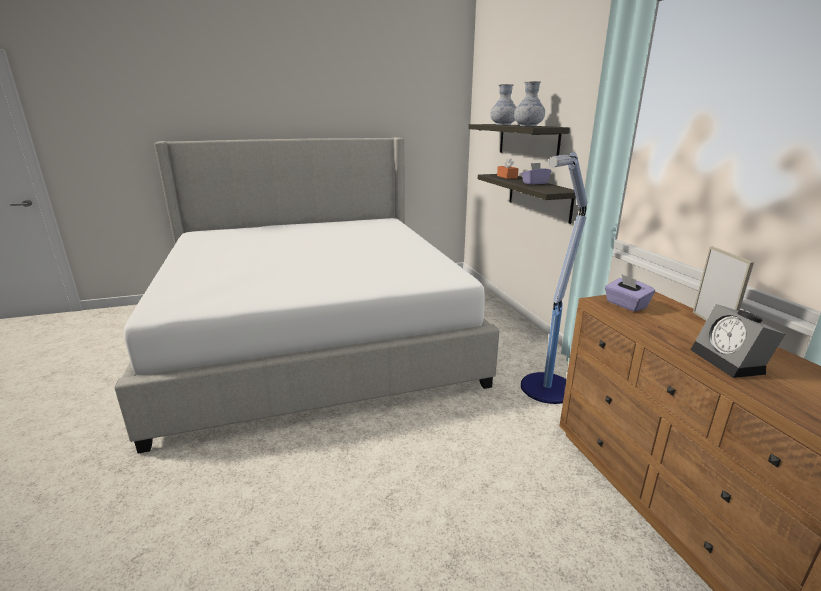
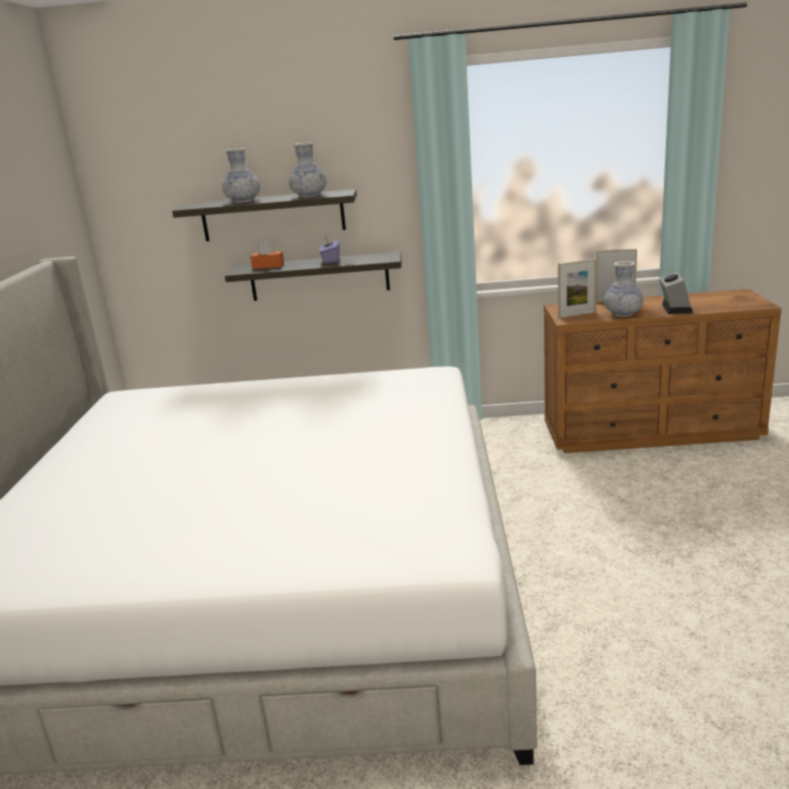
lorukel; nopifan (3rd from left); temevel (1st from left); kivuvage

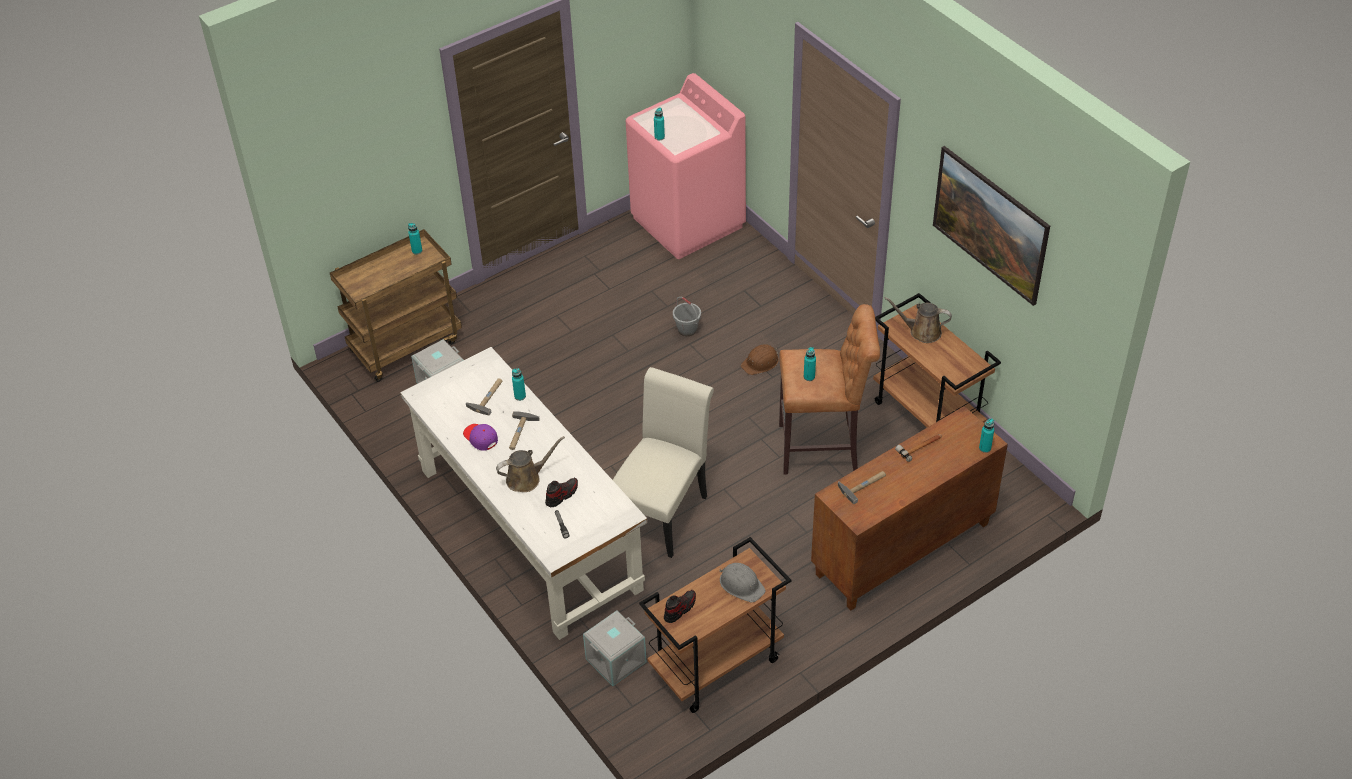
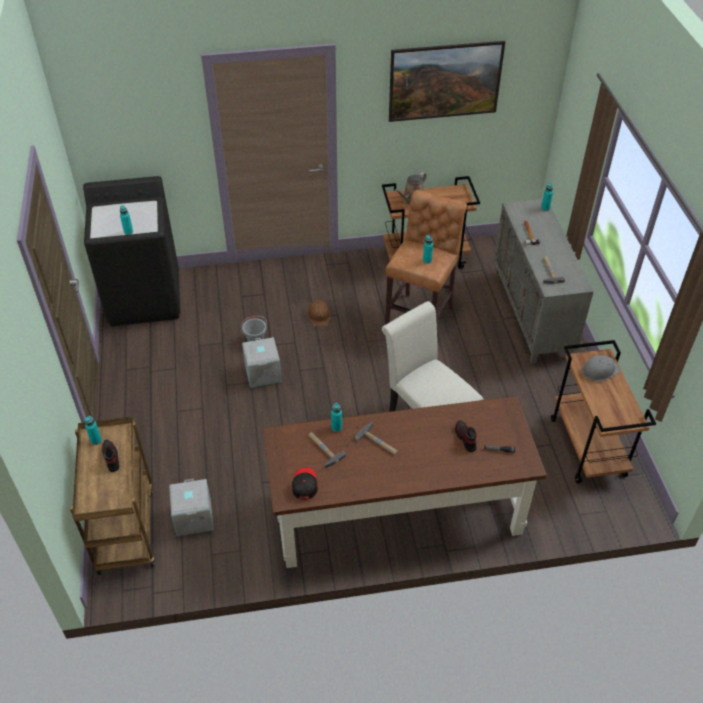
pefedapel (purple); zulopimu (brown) (1st from left in the first image); pefedapel (black); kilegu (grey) (2nd from left); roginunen (1st from left); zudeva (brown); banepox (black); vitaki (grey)

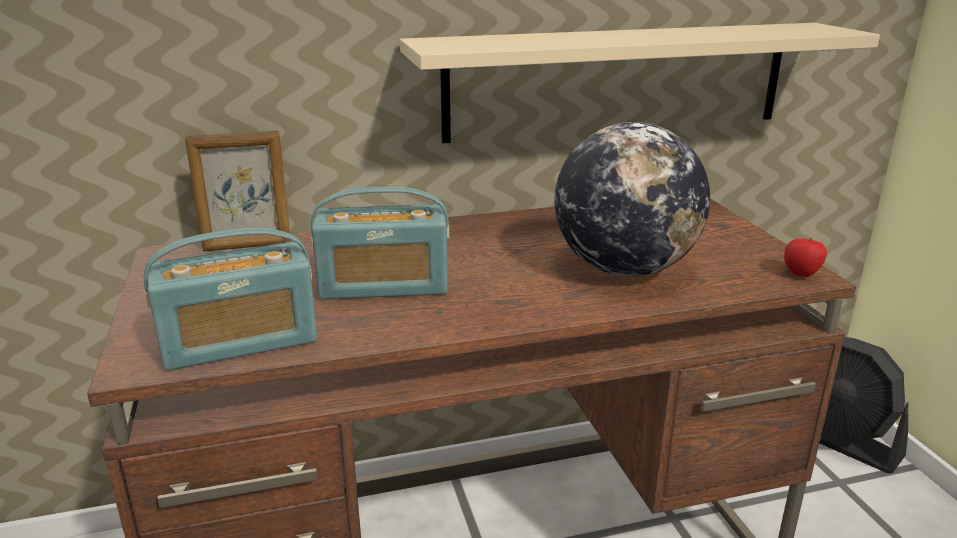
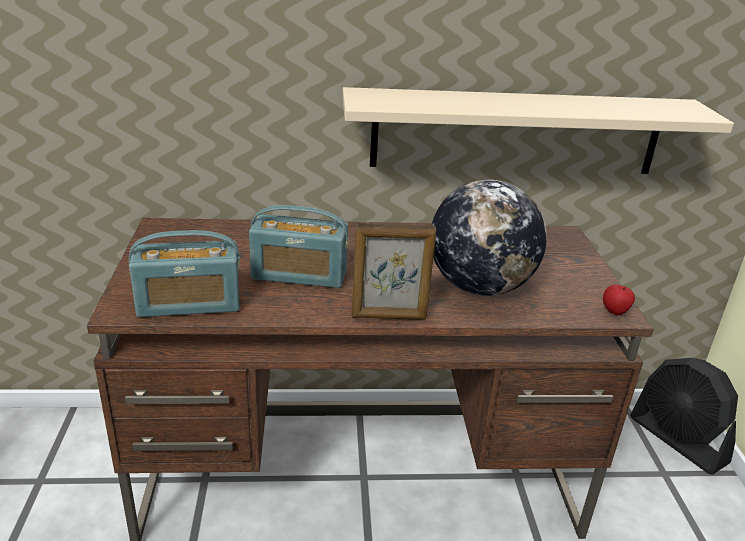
temevel

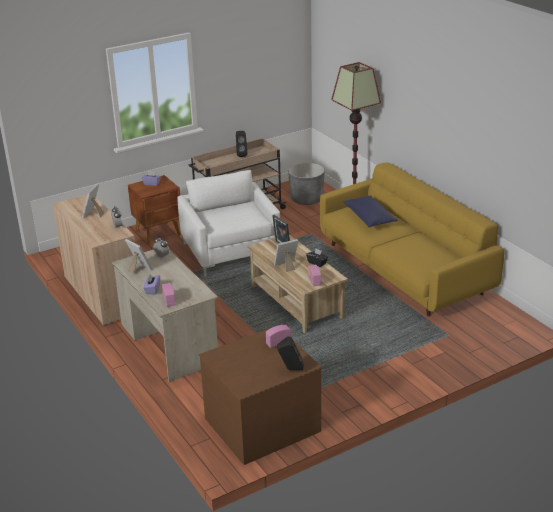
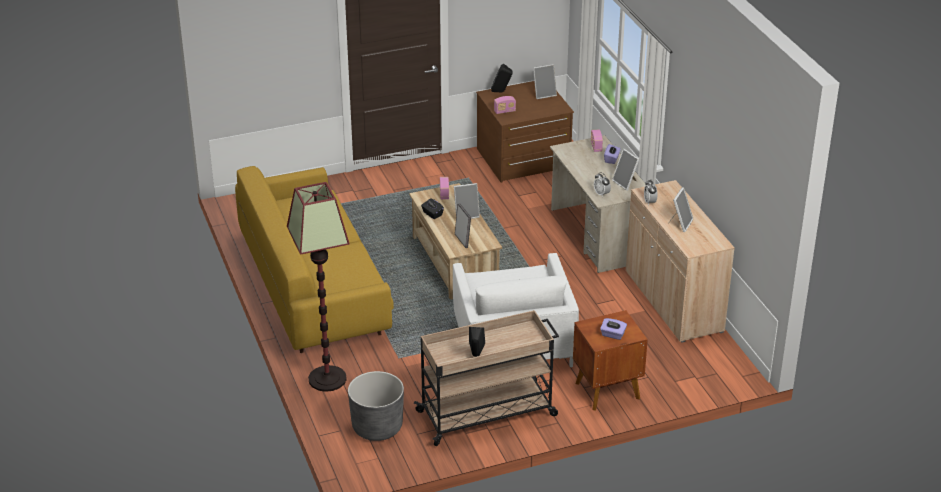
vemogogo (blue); temevel (3rd from left)

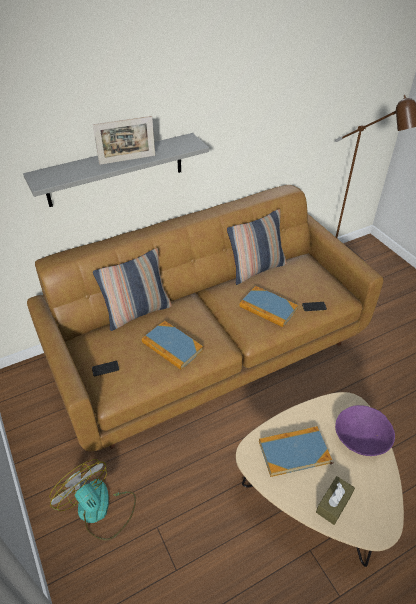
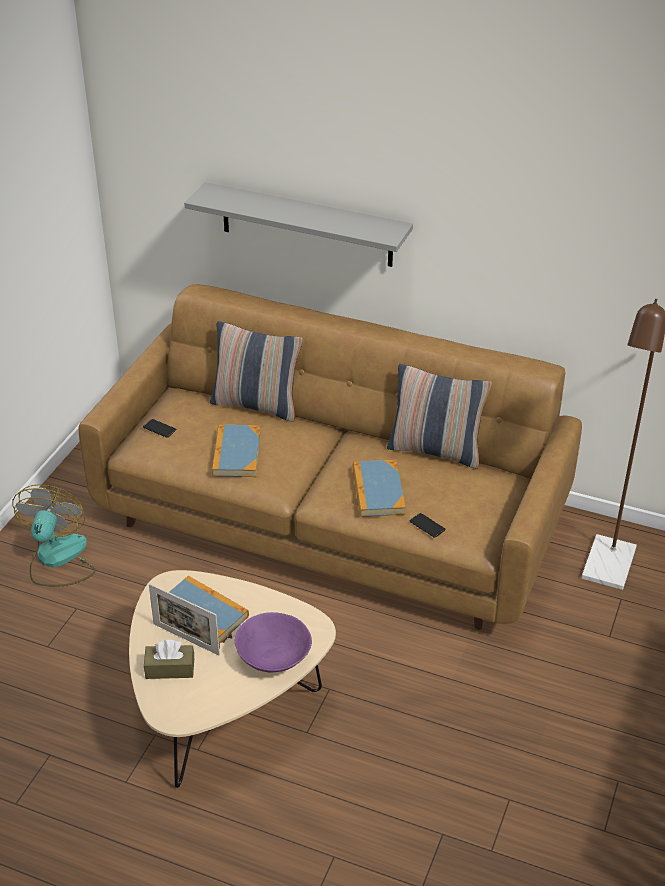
temevel

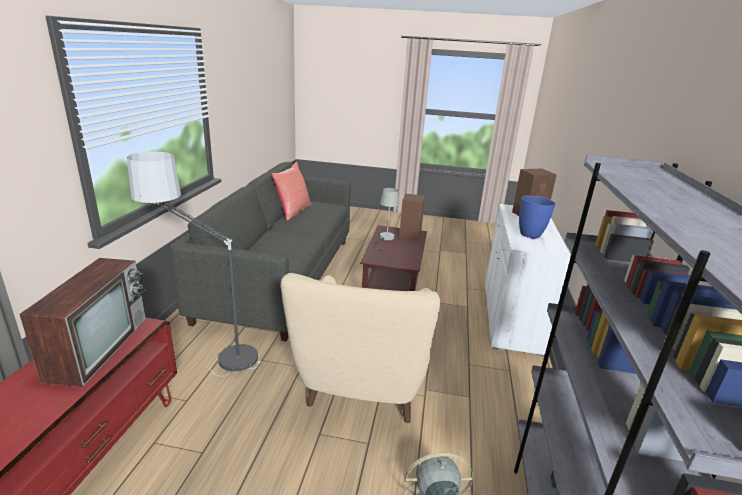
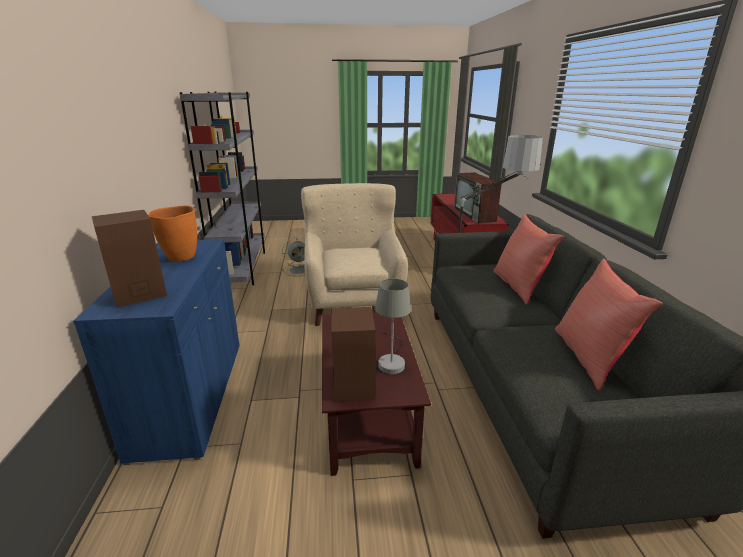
vemogogo (red) (1st from left); vitaki (blue); nopifan (orange)

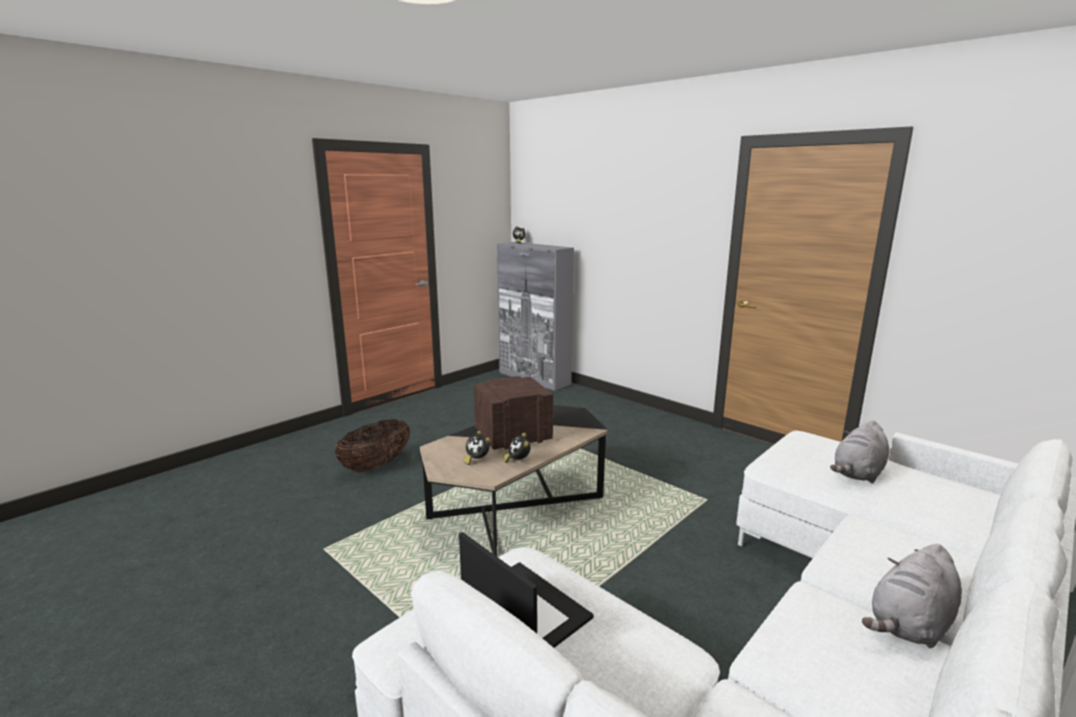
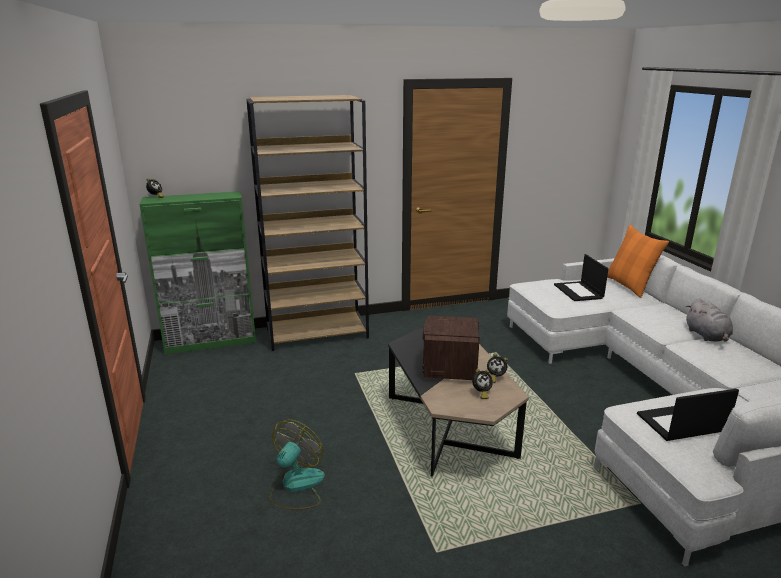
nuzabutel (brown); vemogogo (orange); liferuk; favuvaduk (1st from left); vitaki (green)

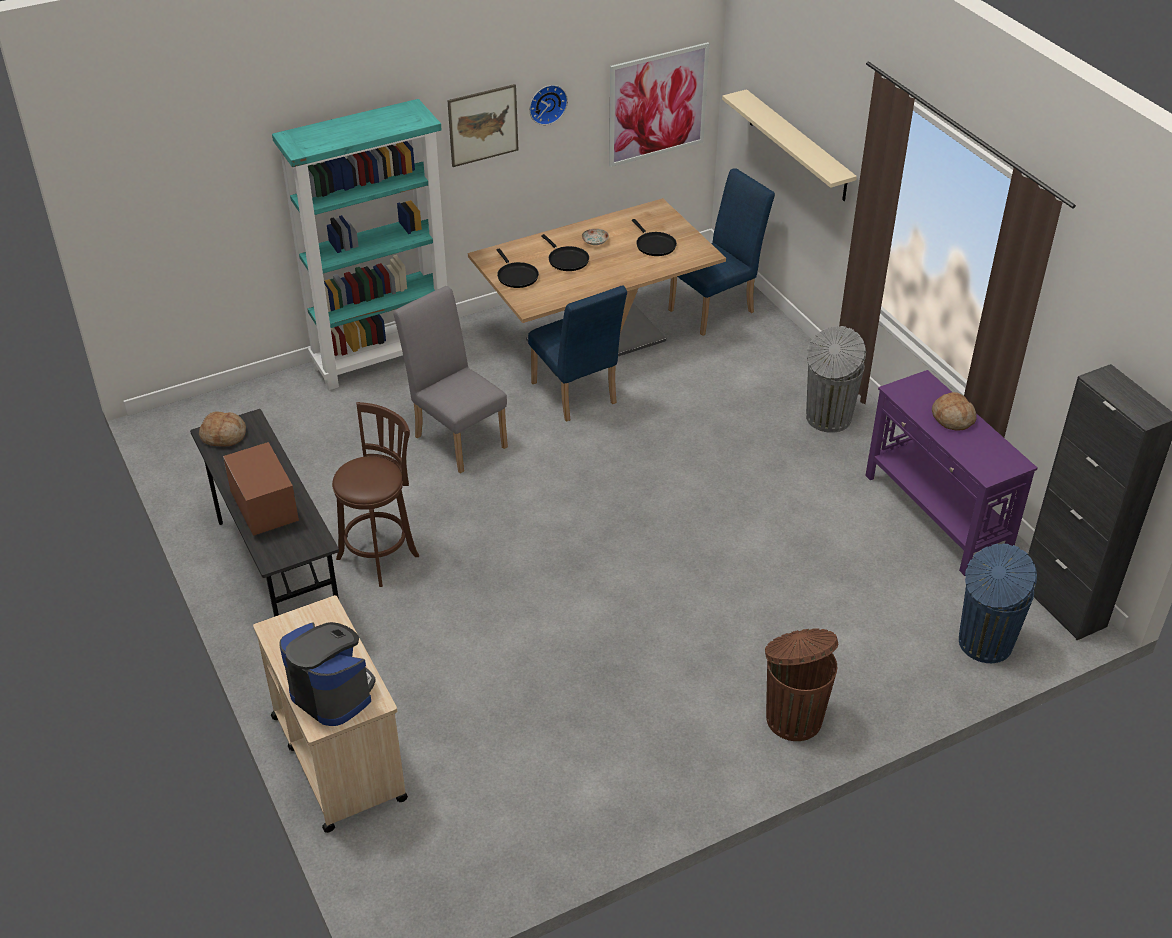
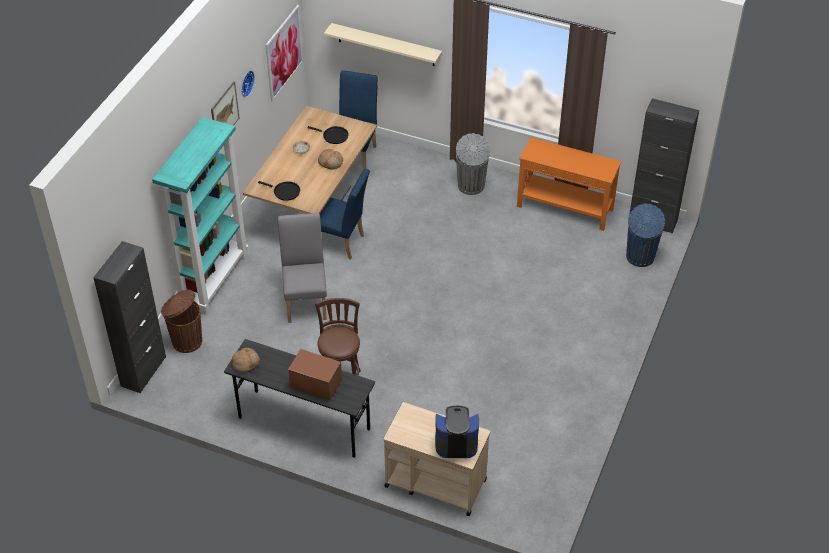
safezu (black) (2nd from left in the first image); vitaki (black) (1st from left); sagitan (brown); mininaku (2nd from left); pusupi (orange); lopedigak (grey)

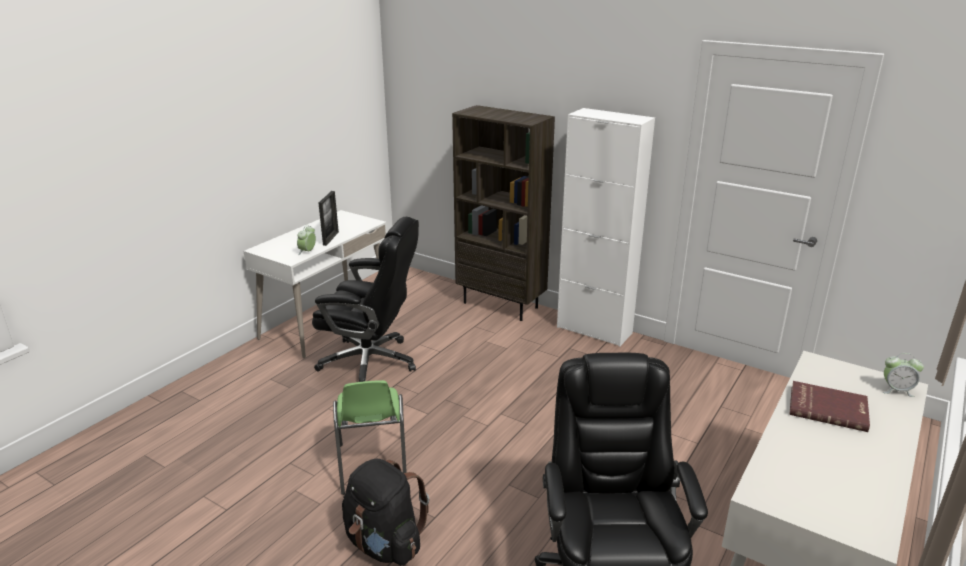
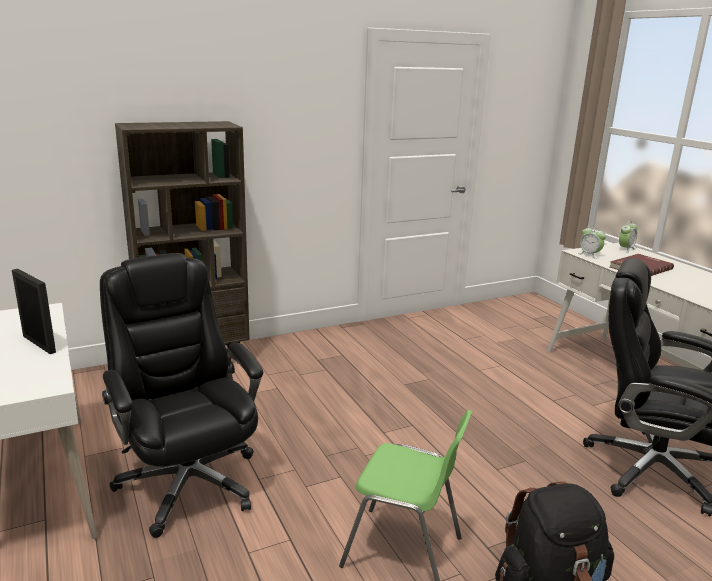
vitaki (white); kivuvage (1st from left); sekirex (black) (1st from left)

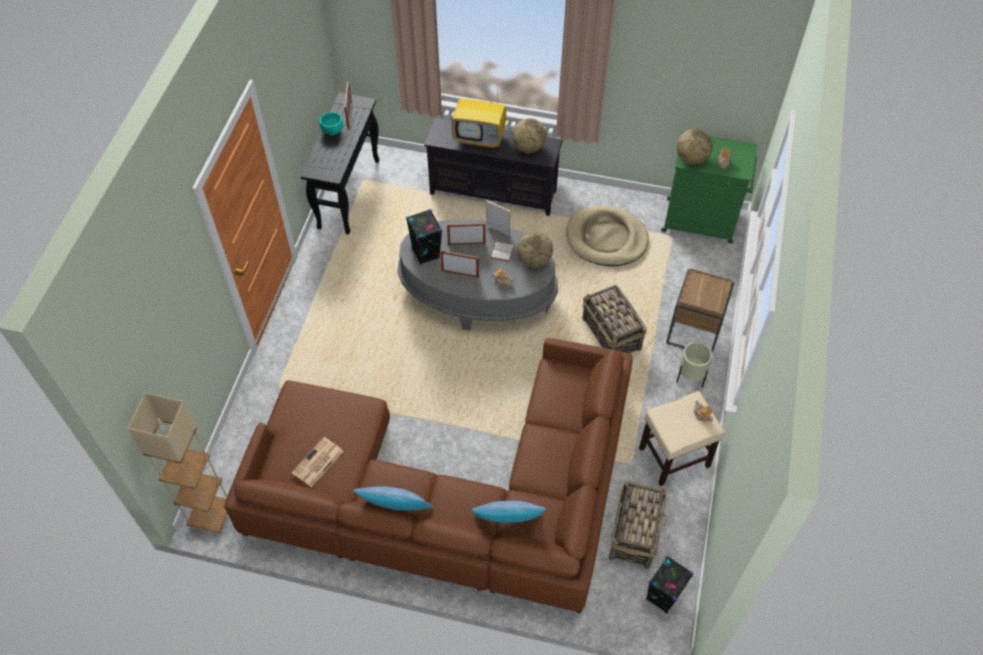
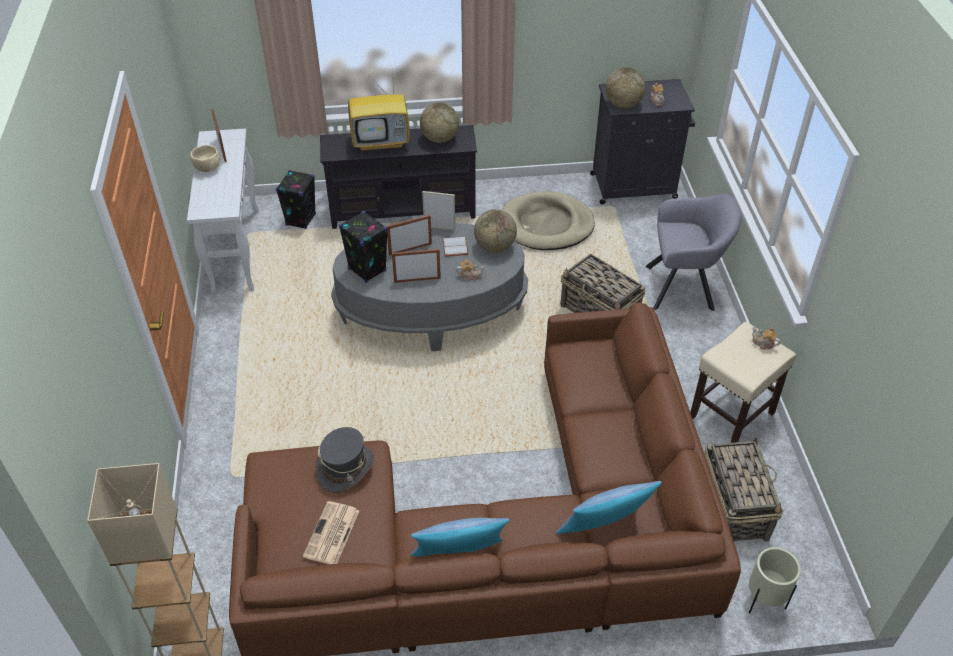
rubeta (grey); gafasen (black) (1st from left); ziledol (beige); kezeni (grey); pusupi (white); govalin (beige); vitaki (black)

